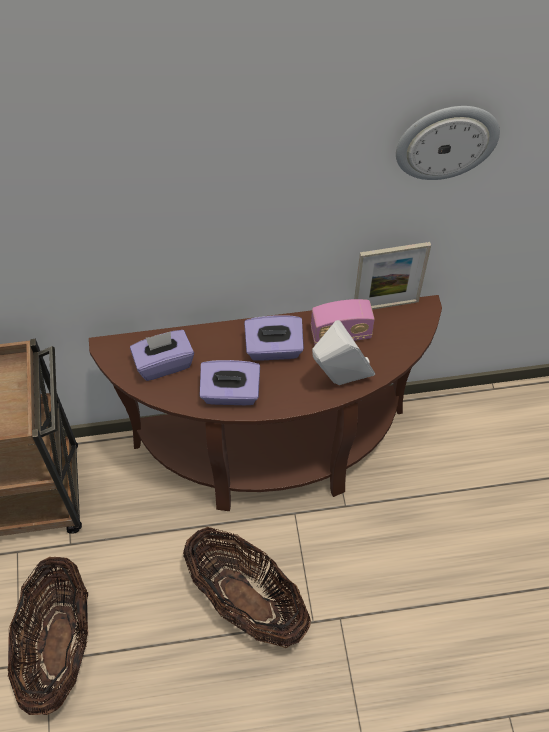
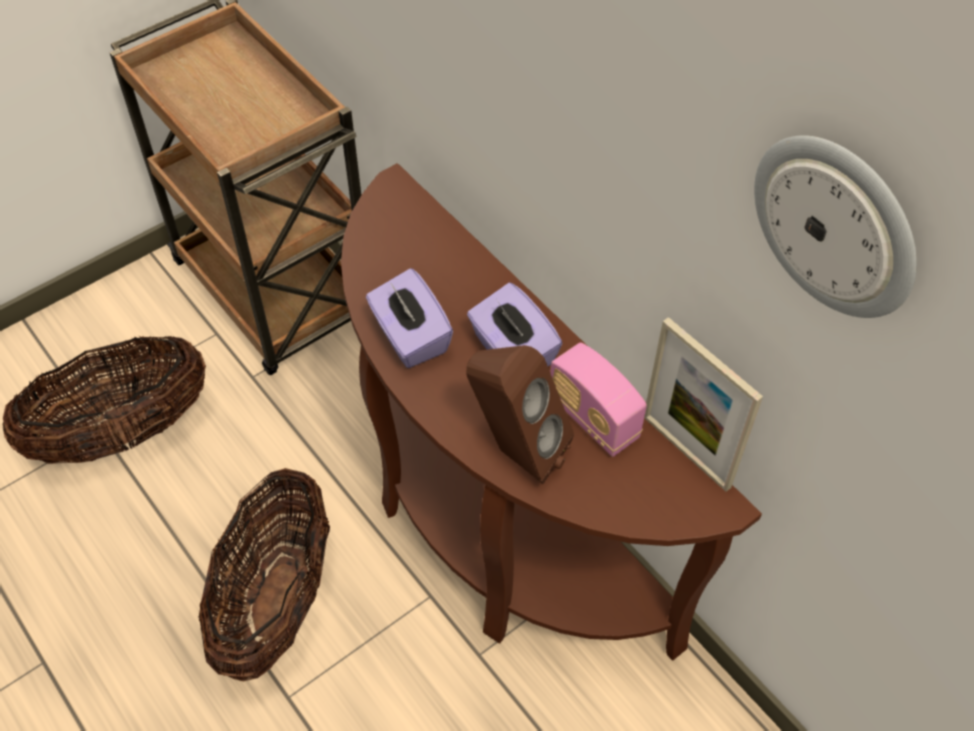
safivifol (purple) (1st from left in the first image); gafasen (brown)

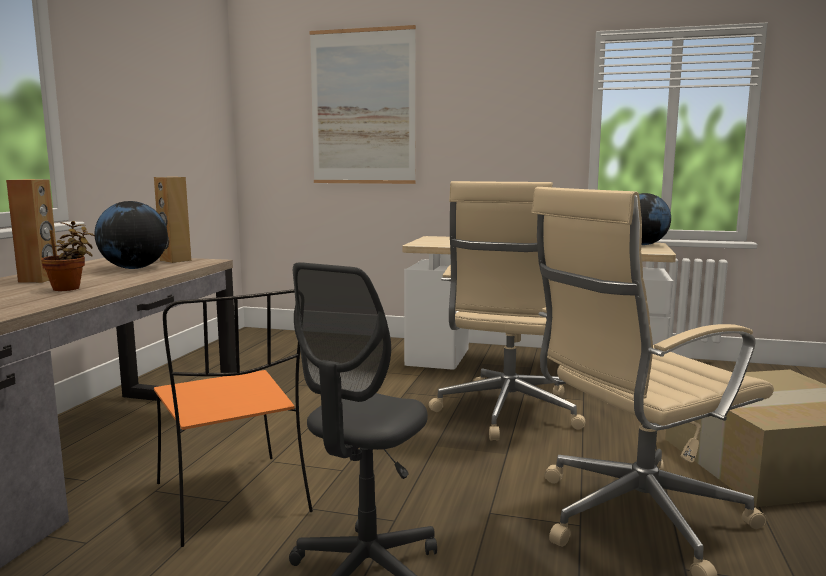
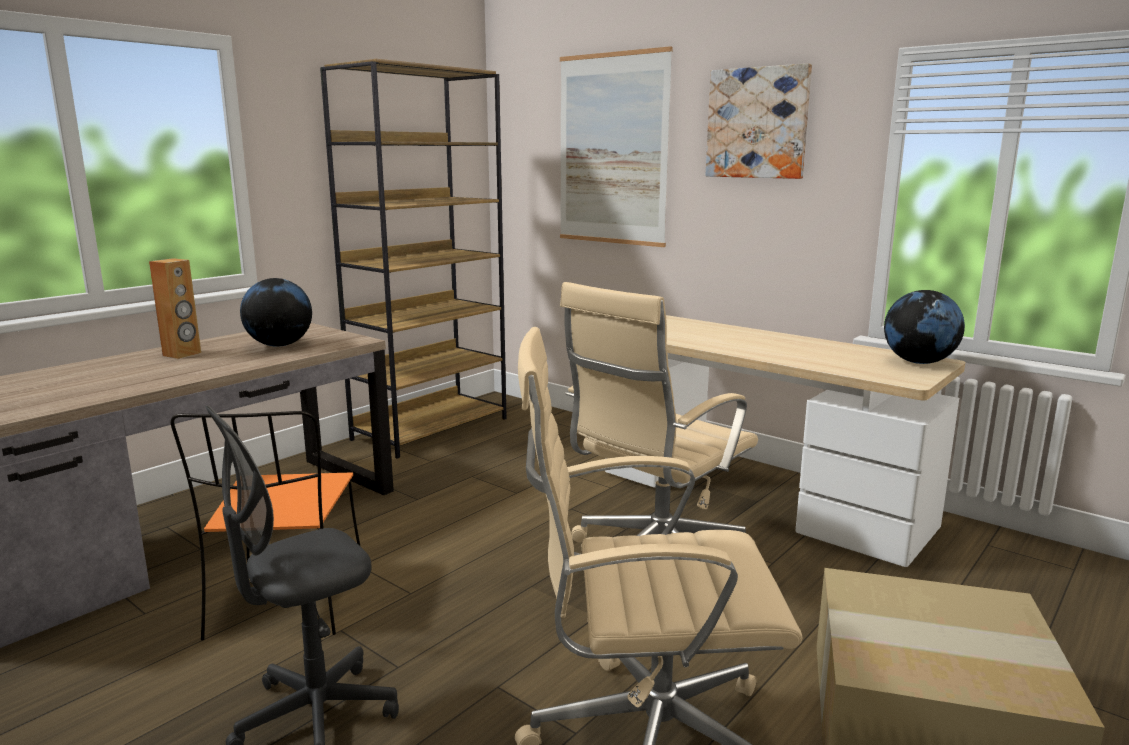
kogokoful; gafasen (brown) (2nd from left in the first image); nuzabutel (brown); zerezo (2nd from left)

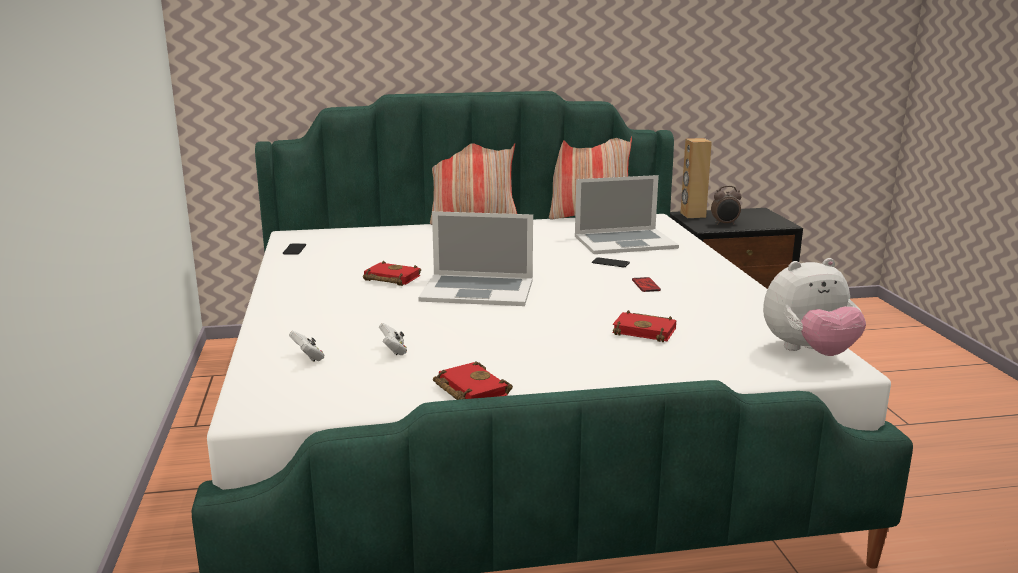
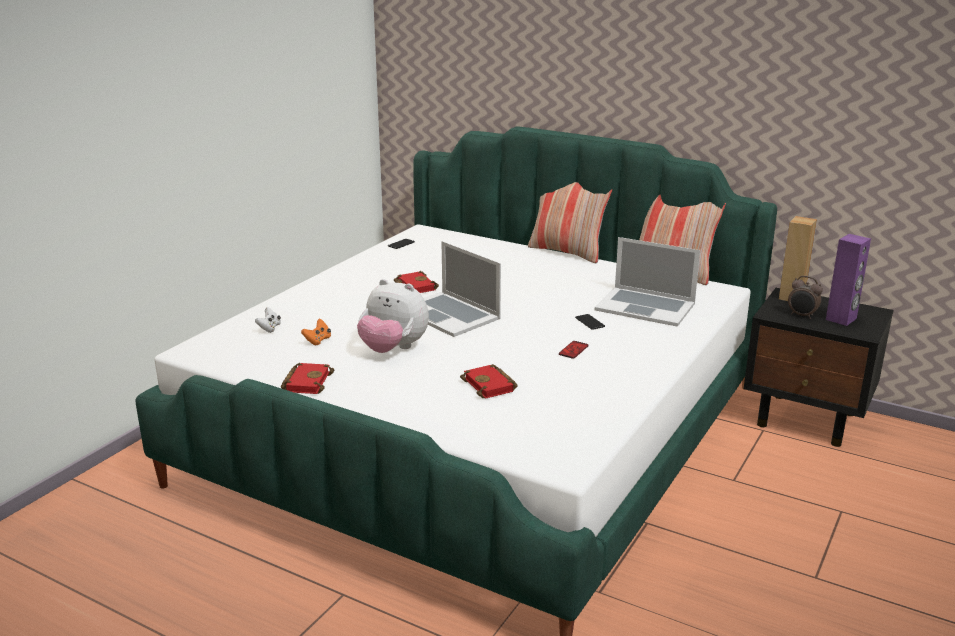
gafasen (purple); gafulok; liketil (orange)

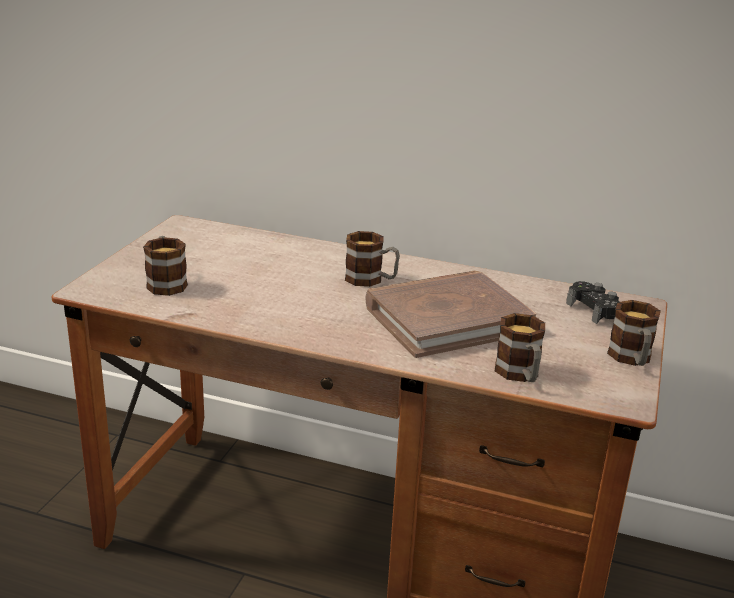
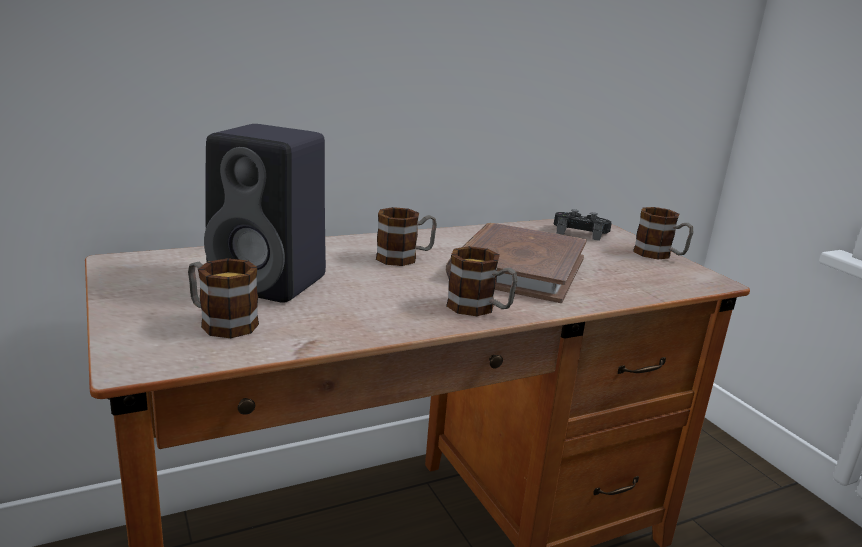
gafasen (black); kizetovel (3rd from left)

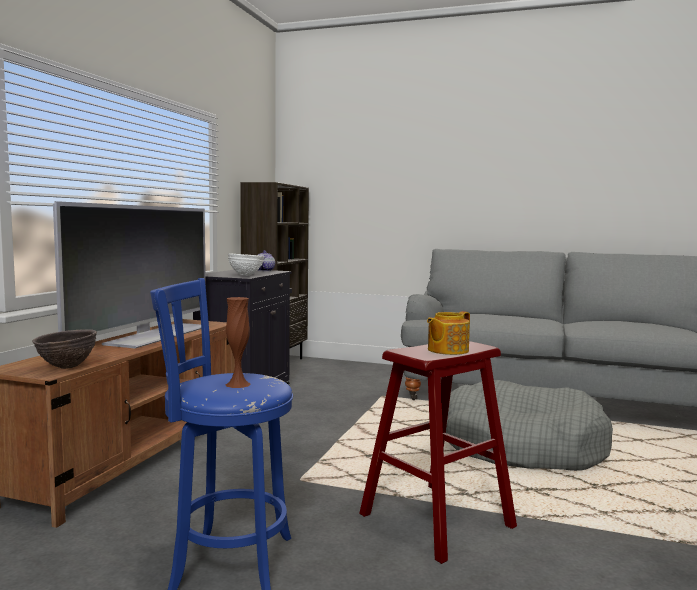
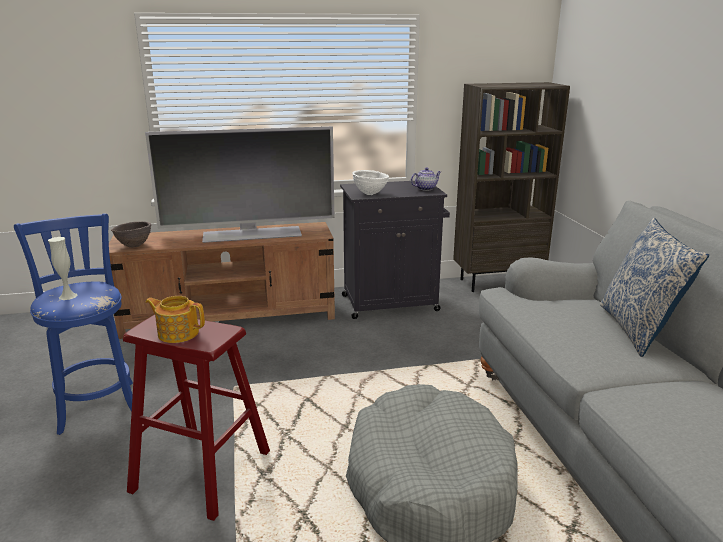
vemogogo; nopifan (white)

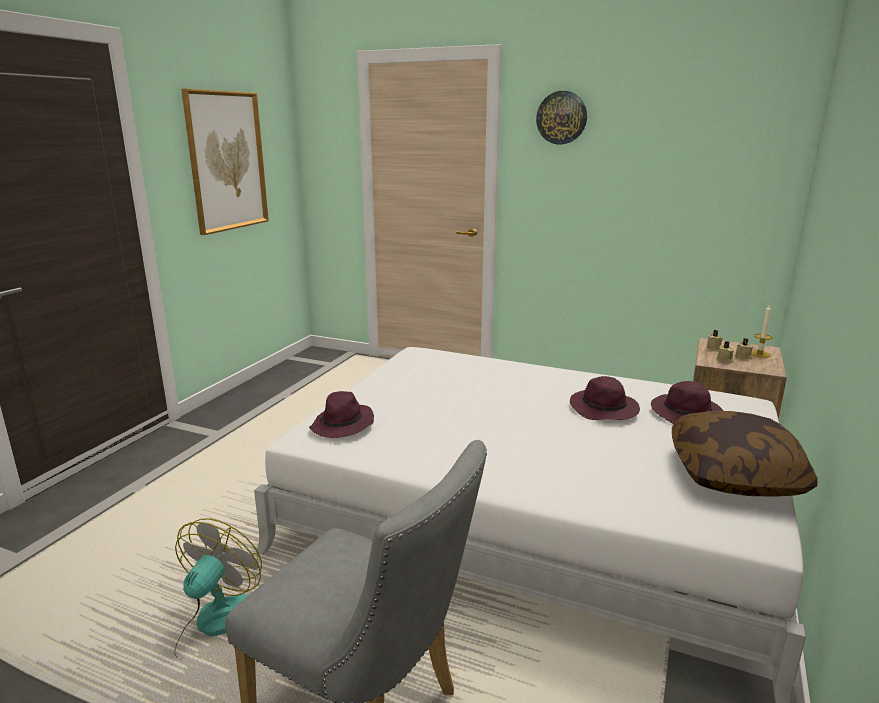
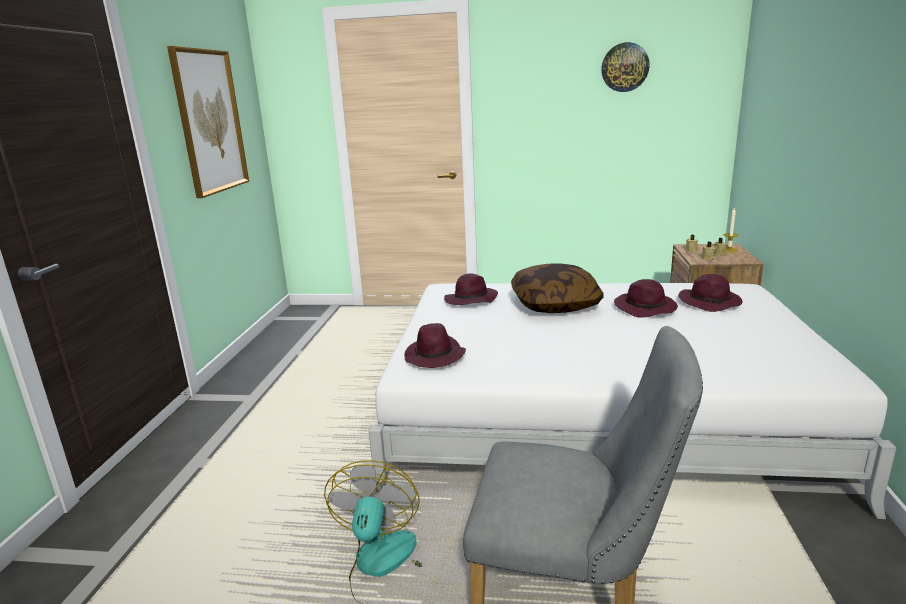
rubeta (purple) (2nd from left); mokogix; vemogogo

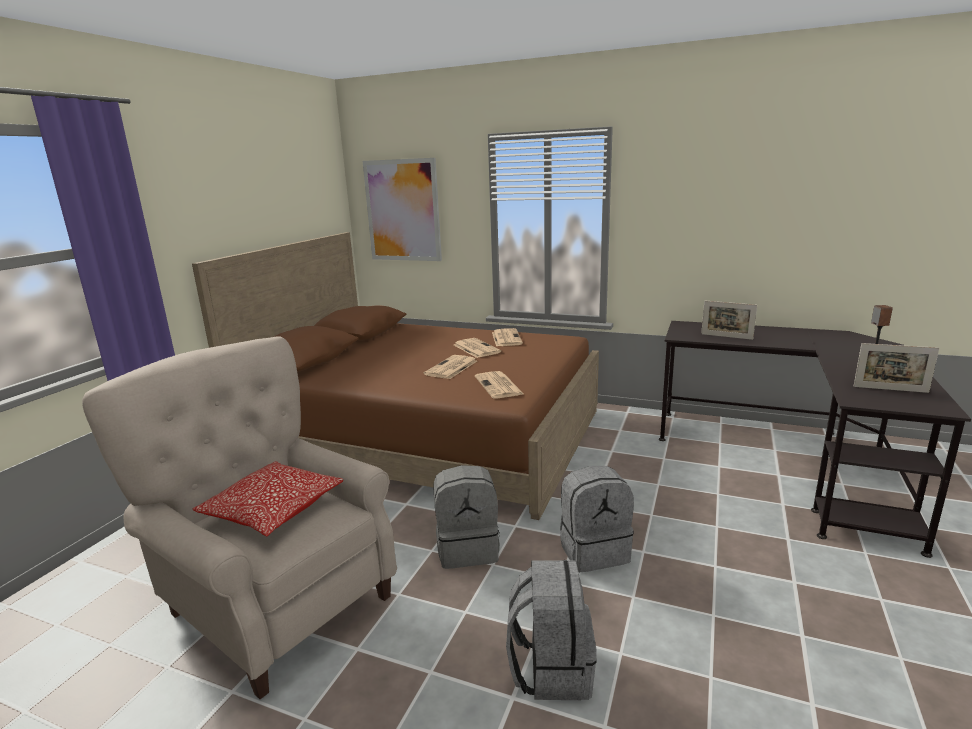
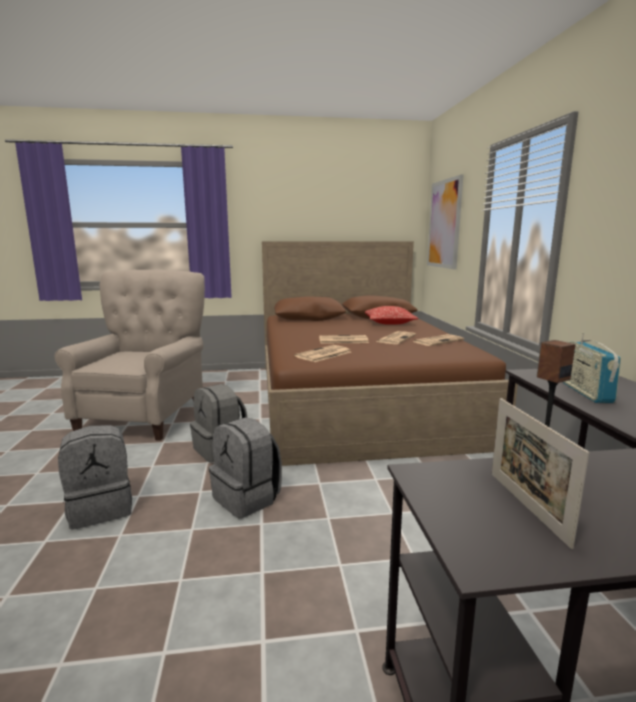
vemogogo; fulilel

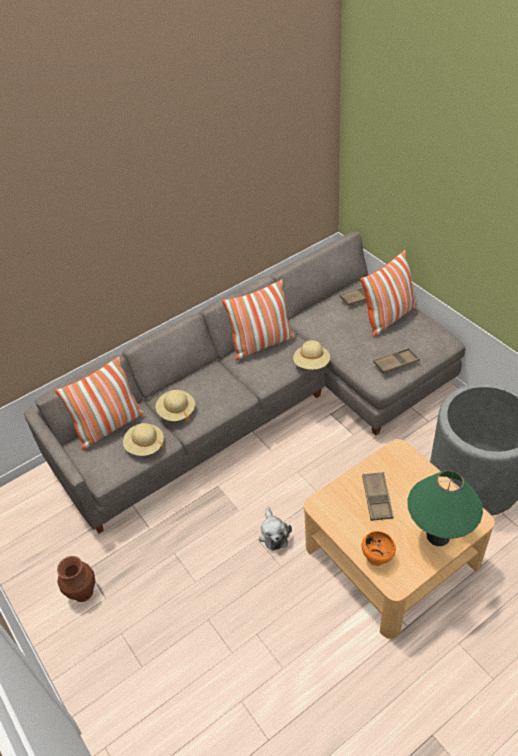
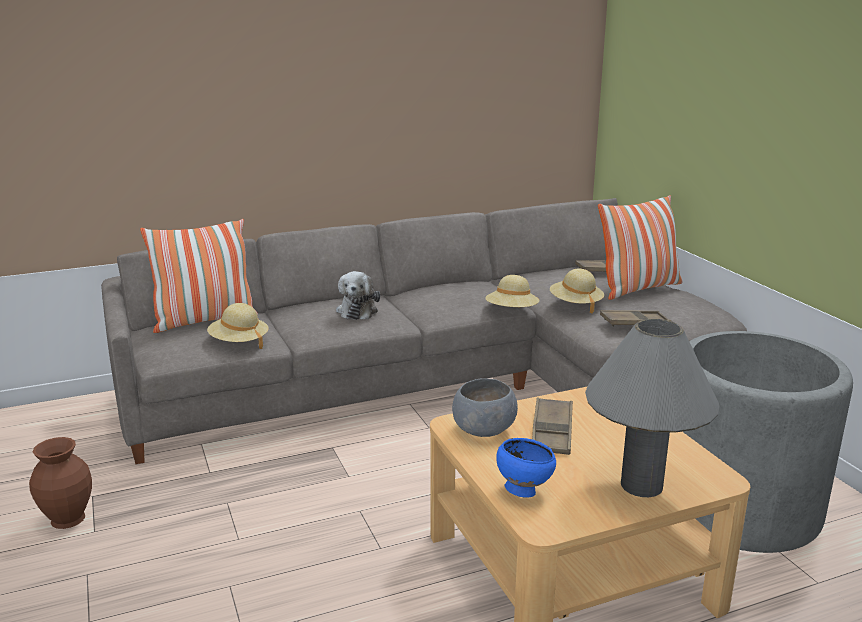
vemogogo (2nd from left in the first image); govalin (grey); rubeta (beige) (3rd from left); gafulok; govalin (blue); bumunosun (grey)

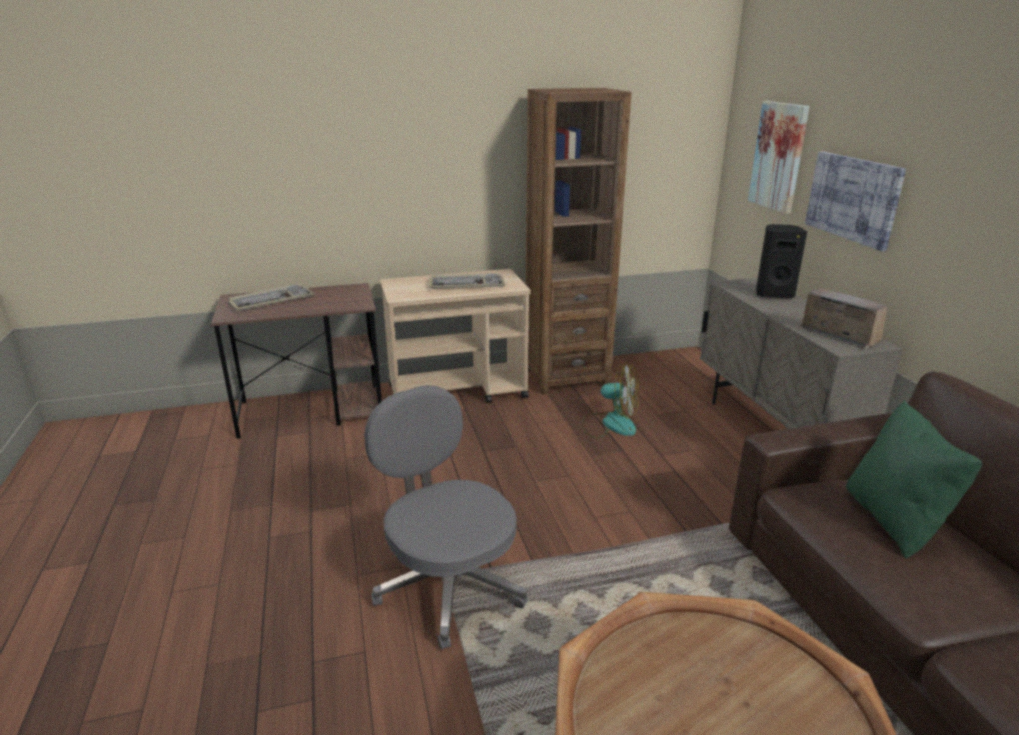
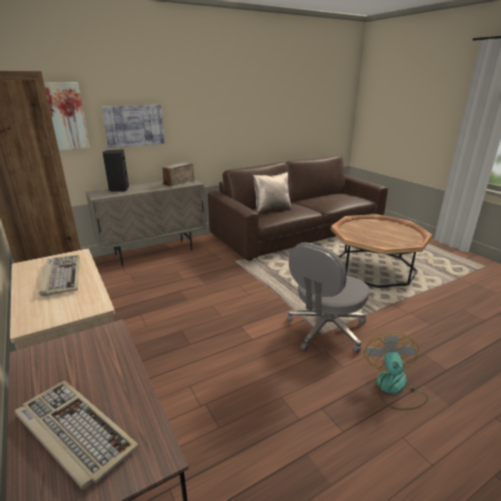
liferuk; vemogogo (beige)

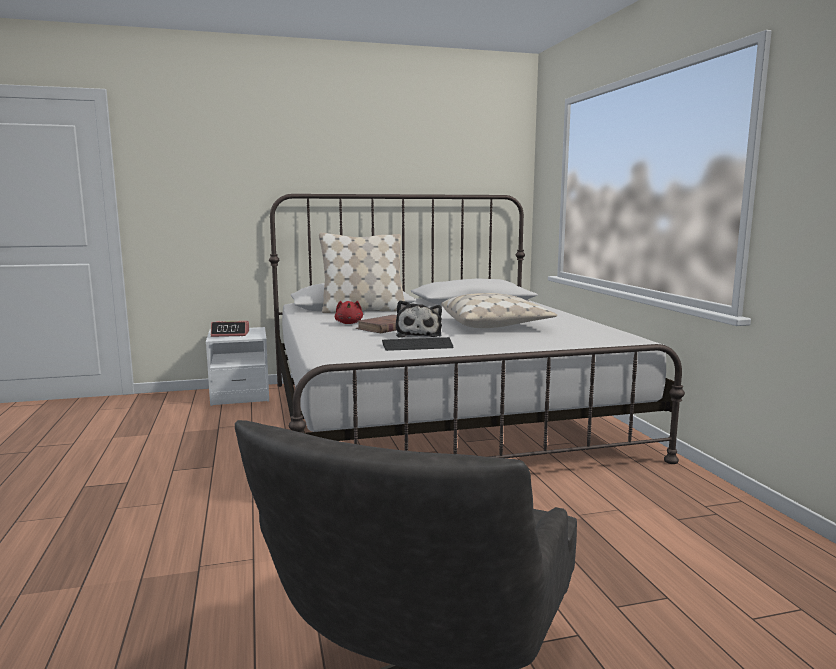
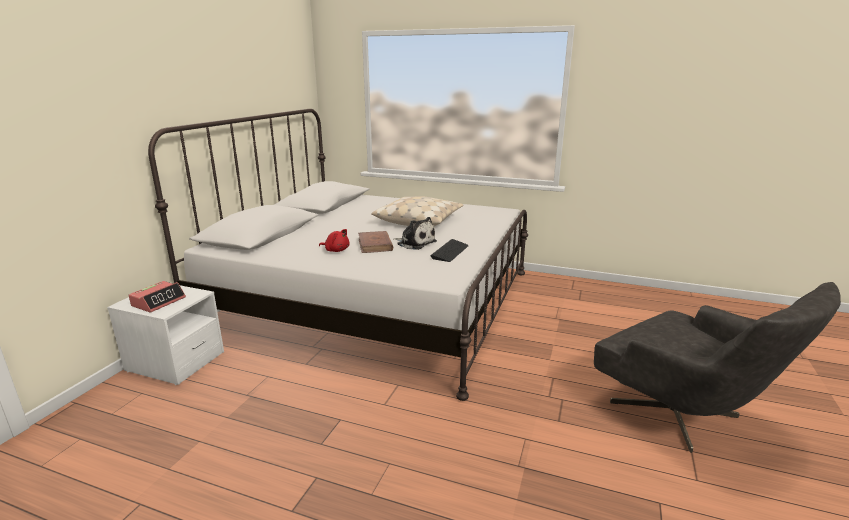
vemogogo (beige) (1st from left in the first image)

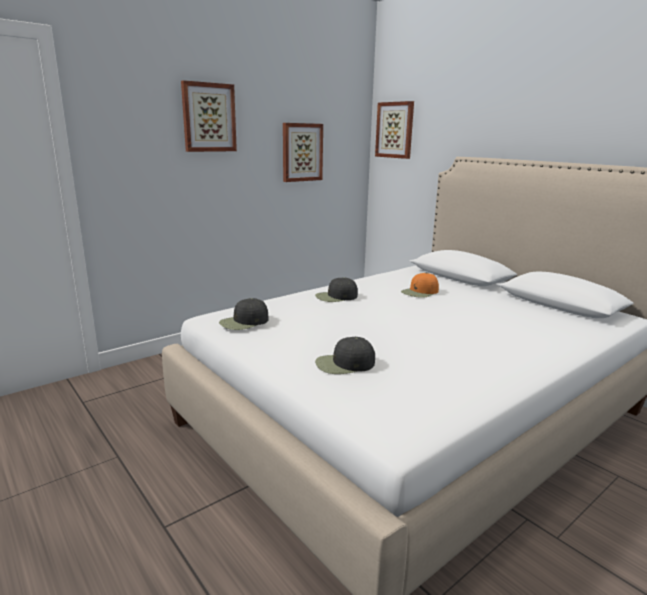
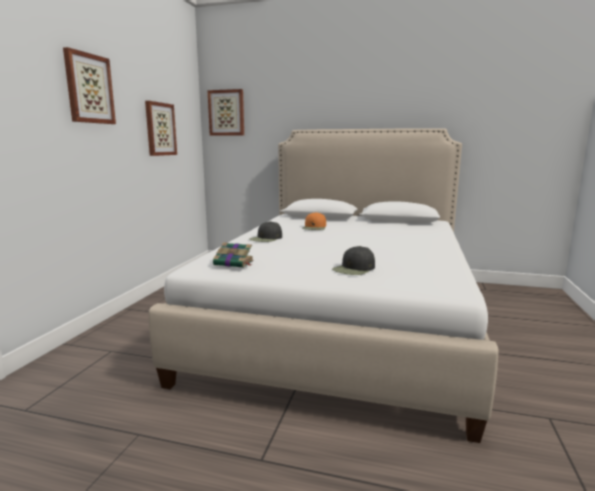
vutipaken

